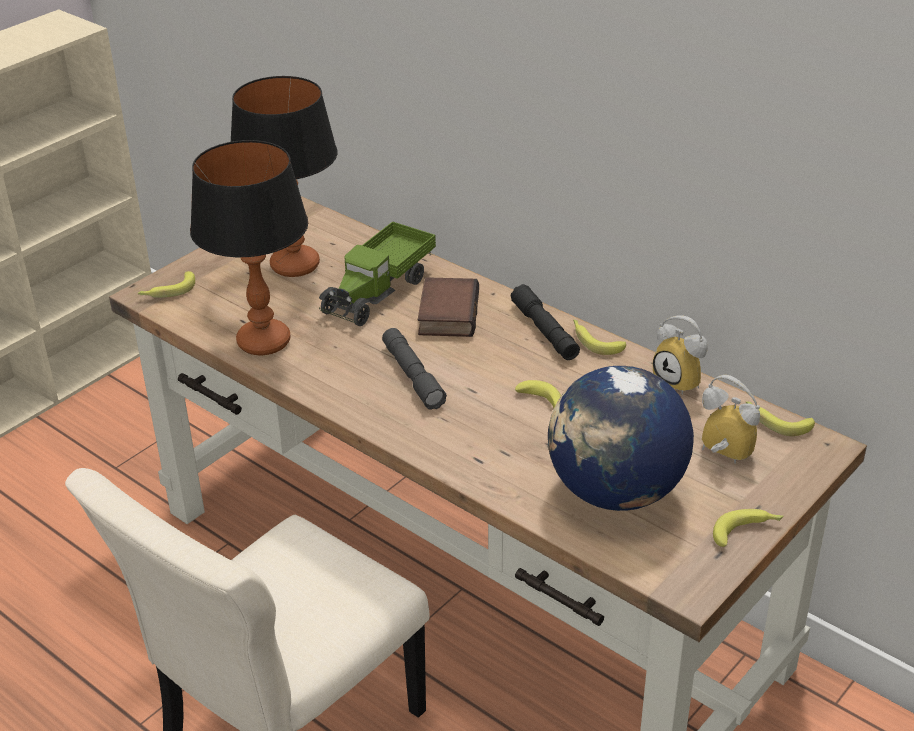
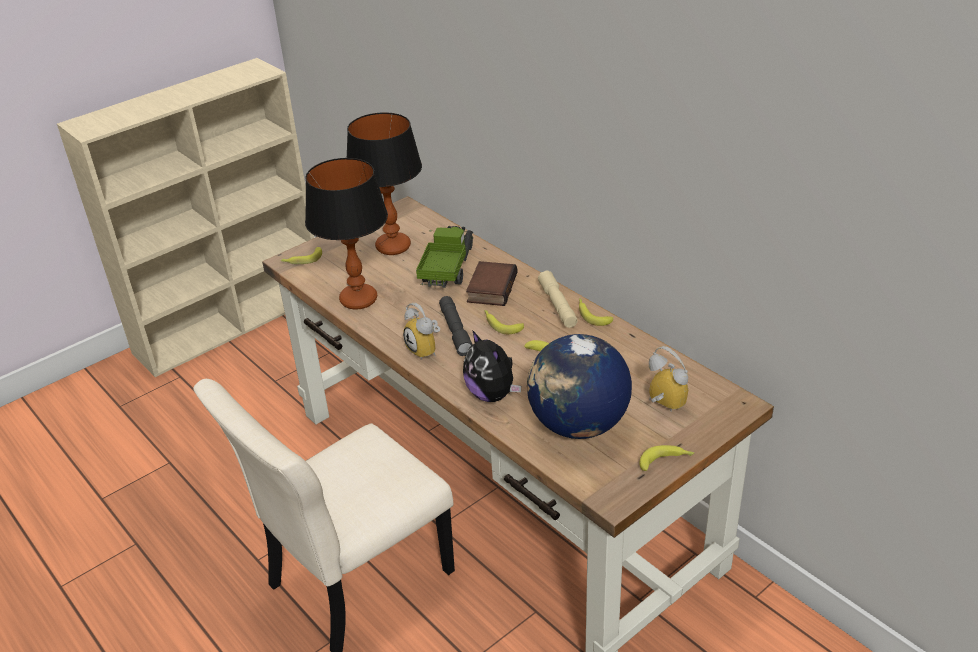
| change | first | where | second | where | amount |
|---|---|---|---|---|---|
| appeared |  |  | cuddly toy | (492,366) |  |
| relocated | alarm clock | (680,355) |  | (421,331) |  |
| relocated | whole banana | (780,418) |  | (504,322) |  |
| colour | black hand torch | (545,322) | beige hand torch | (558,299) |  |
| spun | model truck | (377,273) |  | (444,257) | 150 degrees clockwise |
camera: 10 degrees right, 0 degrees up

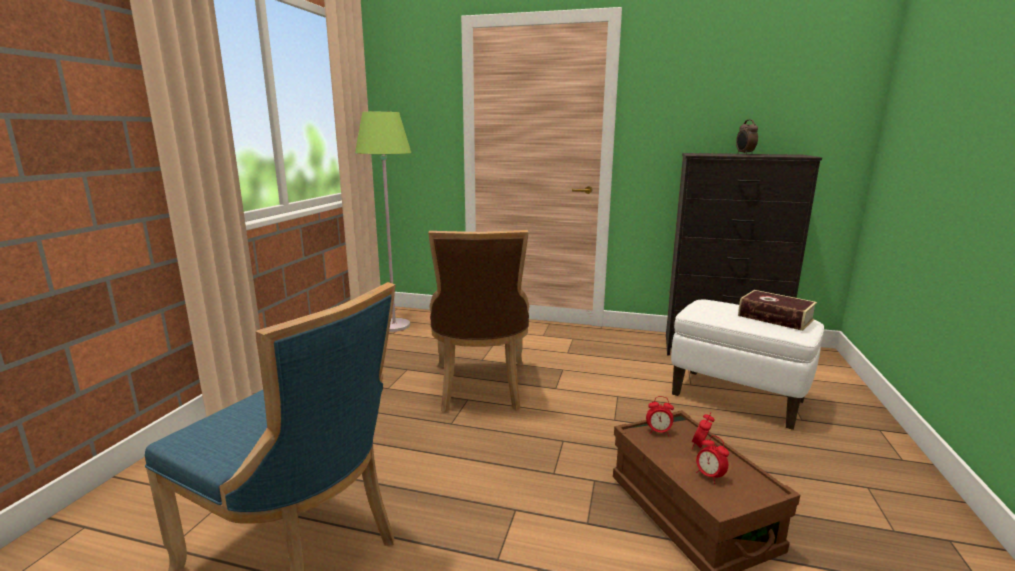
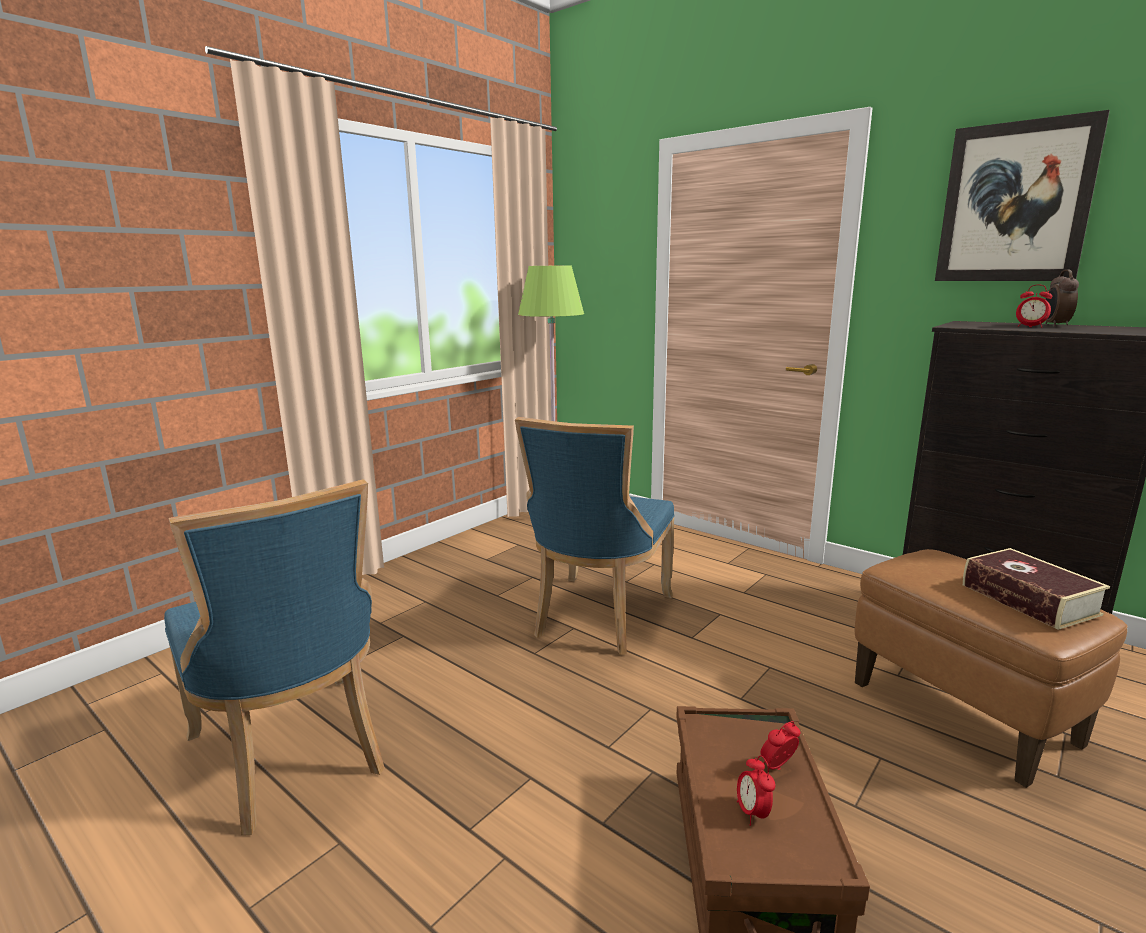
| change | first | where | second | where | amount |
|---|---|---|---|---|---|
| appeared |  |  | wall picture | (1022,195) |  |
| relocated | alarm clock | (660,416) |  | (1034,306) |  |
| colour | brown chair | (478,321) | bluish chair | (595,536) |  |
| colour | whitish ottoman | (747,365) | brown ottoman | (991,668) |  |
camera: 25 degrees right, 0 degrees up

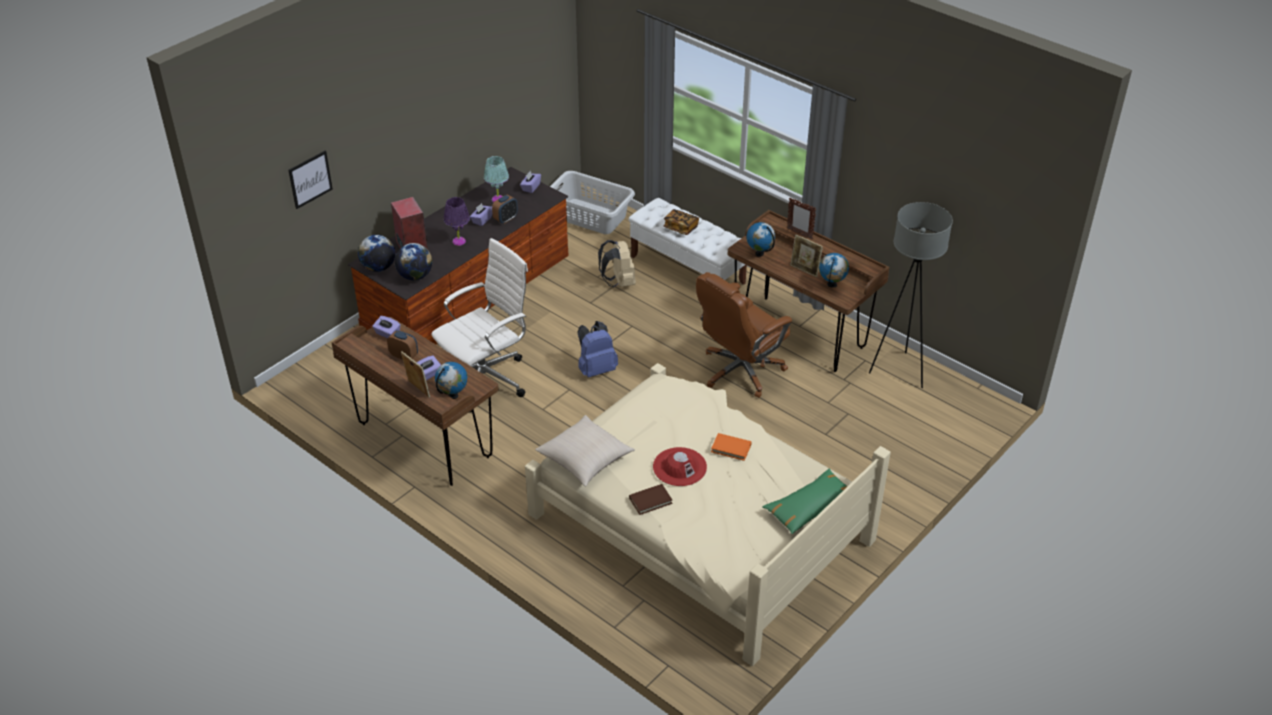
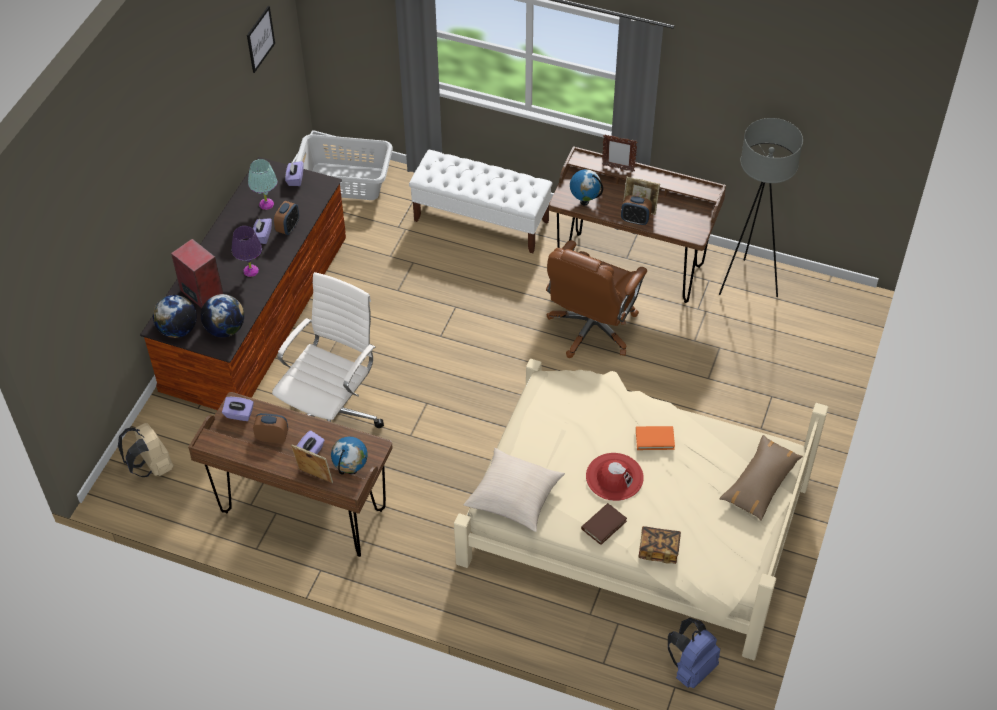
| change | first | where | second | where | amount |
|---|---|---|---|---|---|
| missing | desk globe | (834,270) |  |  |  |
| appeared |  |  | alarm clock | (636,210) |  |
| relocated | wall picture | (310,180) |  | (261,39) |  |
| relocated | bluish rucksack | (597,349) |  | (694,653) |  |
| relocated | beige rucksack | (617,263) |  | (146,450) |  |
| relocated | book | (681,222) |  | (659,545) |  |
| colour | greenish pillow | (804,501) | brown pillow | (761,478) |  |
camera: 20 degrees left, 10 degrees up

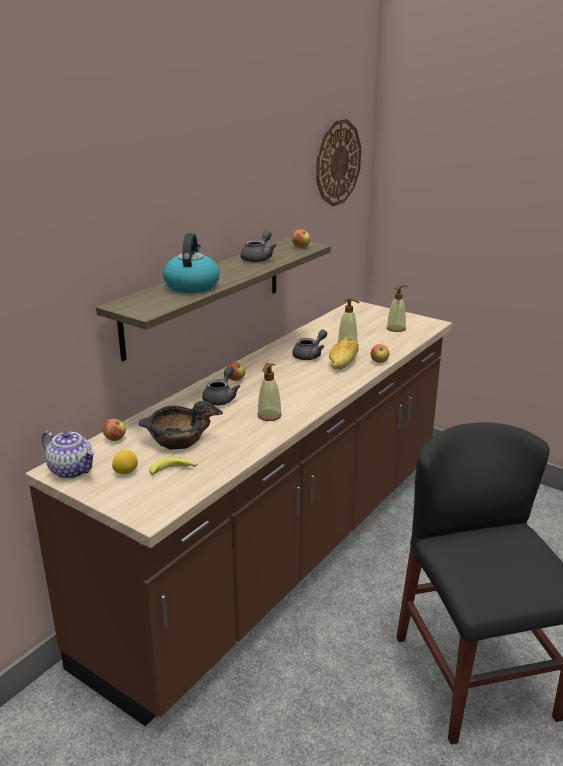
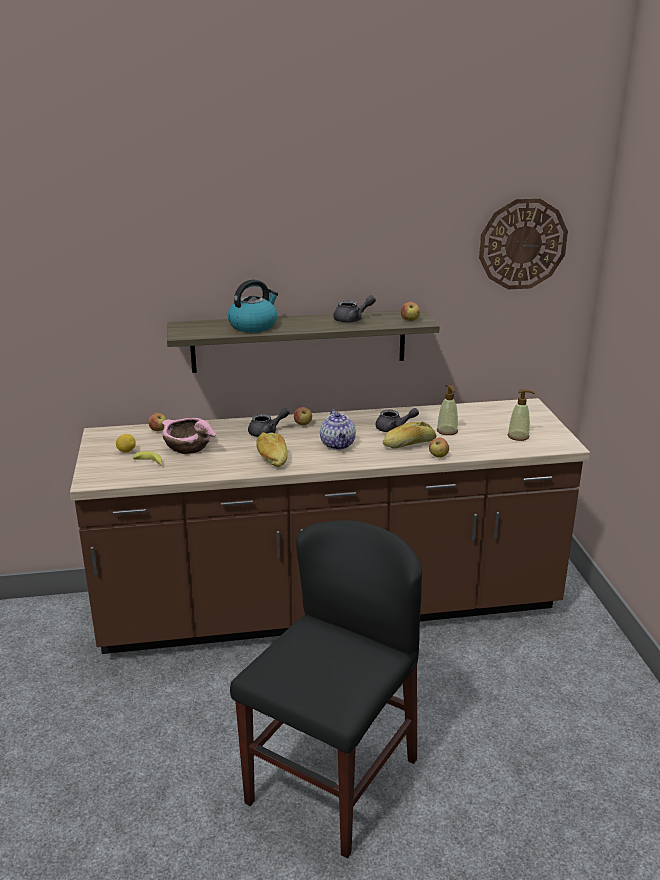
| change | first | where | second | where | amount |
|---|---|---|---|---|---|
| relocated | pot for tea | (68,455) |  | (338,429) |  |
| exchanged | soap dispenser | (269,392) | bread | (272,449) |  |
| colour | black bowl | (181,425) | pink bowl | (189,436) |  |
camera: 45 degrees right, 0 degrees up

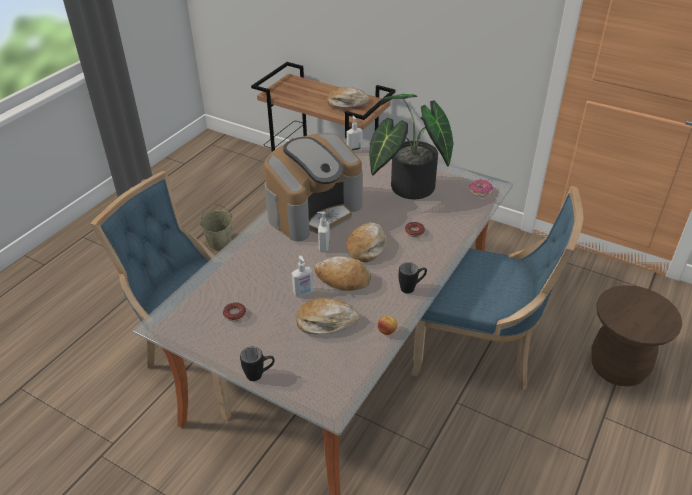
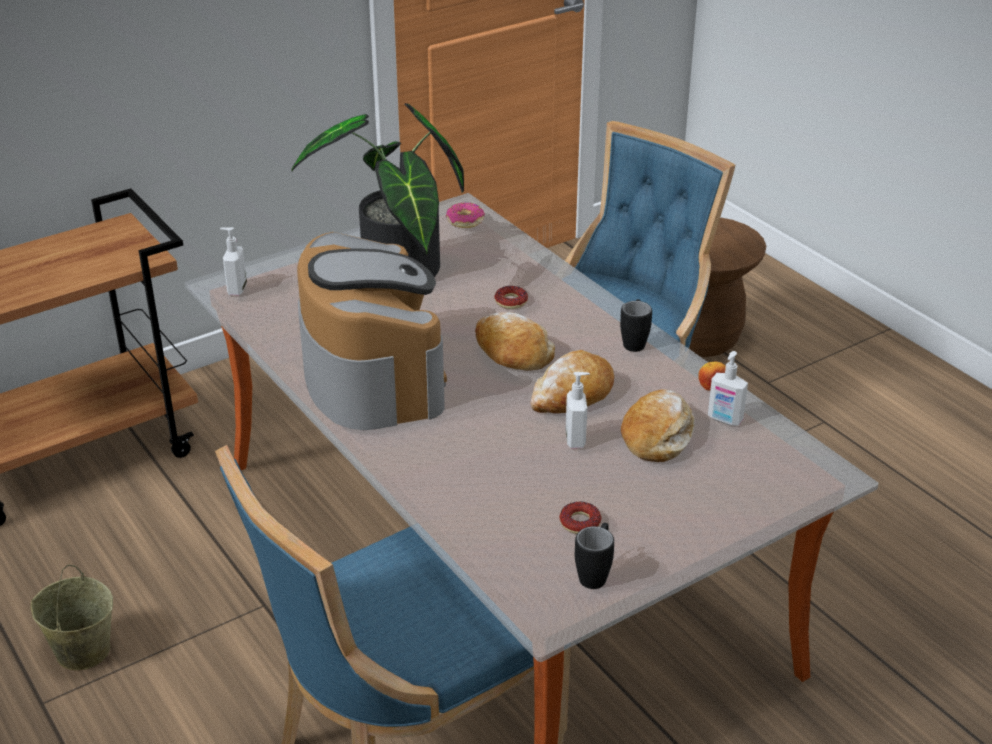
| change | first | where | second | where | amount |
|---|---|---|---|---|---|
| missing | bread | (348,97) |  |  |  |
| relocated | black tea mug | (257,364) |  | (594,556) |  |
| relocated | soap dispenser | (323,232) |  | (728,388) |  |
camera: 65 degrees left, 5 degrees down

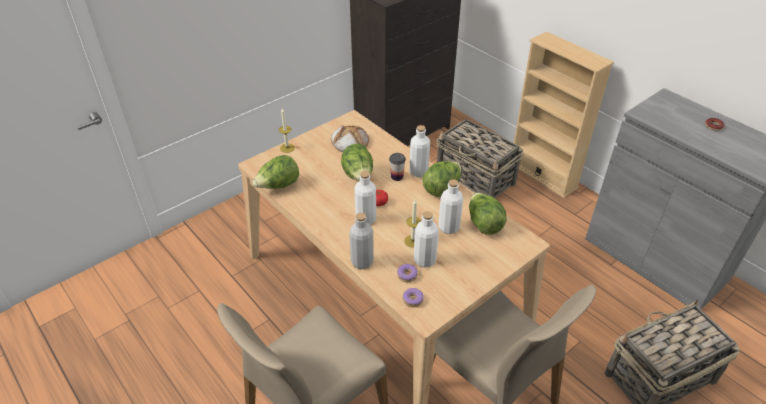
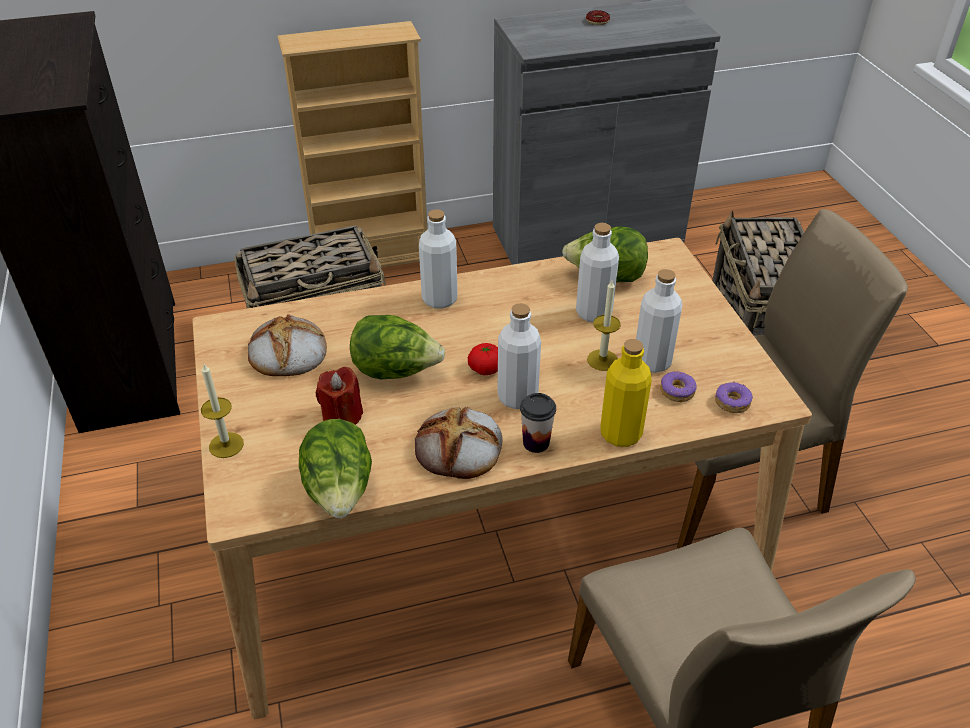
| change | first | where | second | where | amount |
|---|---|---|---|---|---|
| missing | head of lettuce | (442,179) |  |  |  |
| appeared |  |  | red-coloured wax light | (339,396) |  |
| appeared |  |  | bread | (458,443) |  |
| relocated | drinking cup | (397,167) |  | (538,423) |  |
| colour | gray beverage bottle | (361,241) | yellowish beverage bottle | (626,393) |  |
camera: 65 degrees left, 0 degrees up

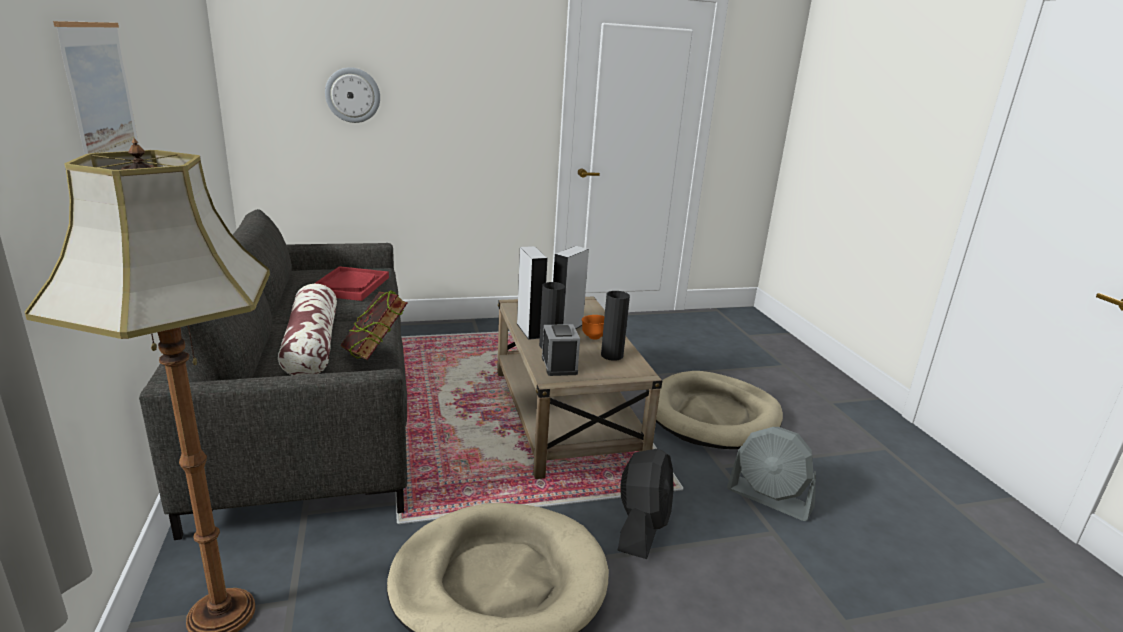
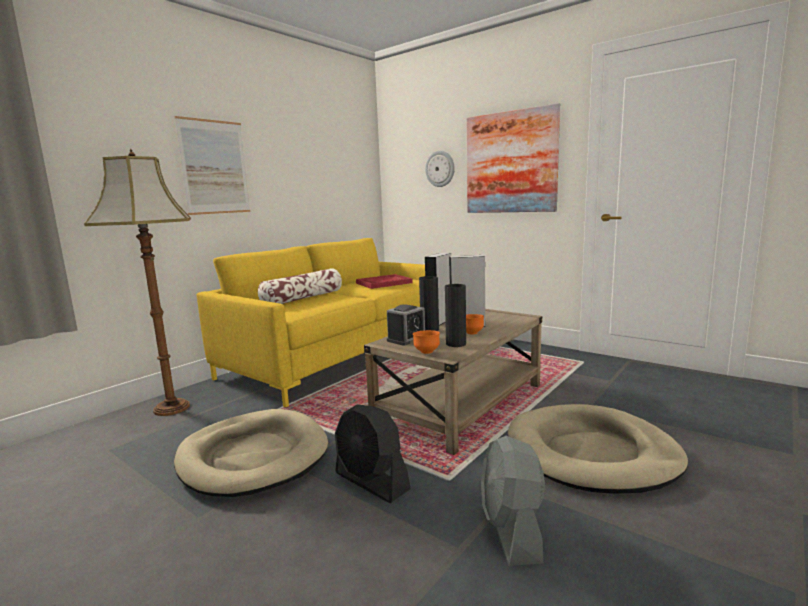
| change | first | where | second | where | amount |
|---|---|---|---|---|---|
| missing | book | (374,325) |  |  |  |
| appeared |  |  | orange-coloured bowl | (426,342) |  |
| appeared |  |  | wall picture | (513,158) |  |
| colour | gray settee | (273,374) | yellowish settee | (311,322) |  |
| spun | black electric fan | (646,504) |  | (373,453) | 60 degrees clockwise |
camera: 55 degrees right, 10 degrees down

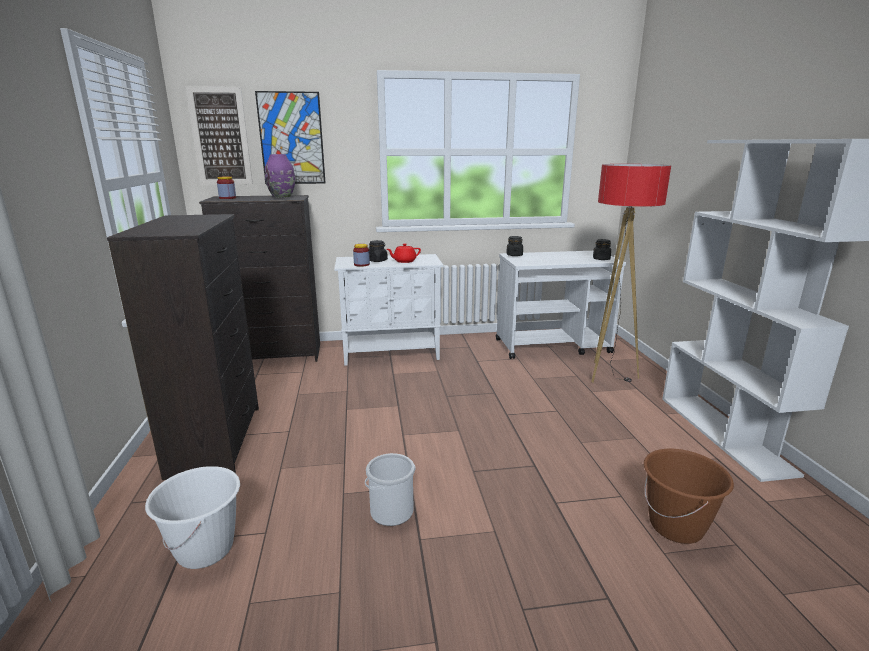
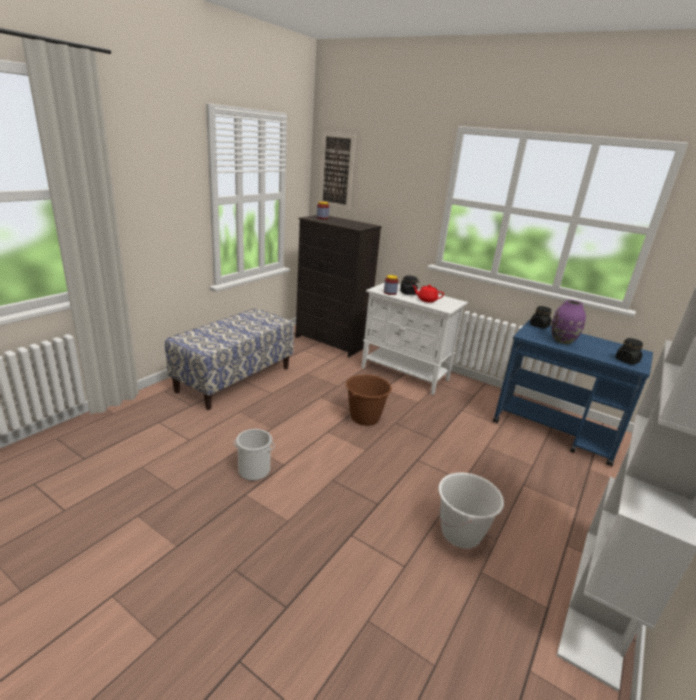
| change | first | where | second | where | amount |
|---|---|---|---|---|---|
| missing | wall picture | (290,137) |  |  |  |
| missing | standard lamp | (631,273) |  |  |  |
| relocated | whitish water bucket | (192,517) |  | (471,511) |  |
| relocated | purple-coloured flower vase | (280,176) |  | (568,322) |  |
| relocated | brown water bucket | (689,496) |  | (368,400) |  |
| exchanged | black drawer chest | (183,347) | bench | (229,359) |  |
| colour | whitish wheeled cart | (561,305) | bluish wheeled cart | (573,393) |  |
camera: 40 degrees right, 5 degrees up

